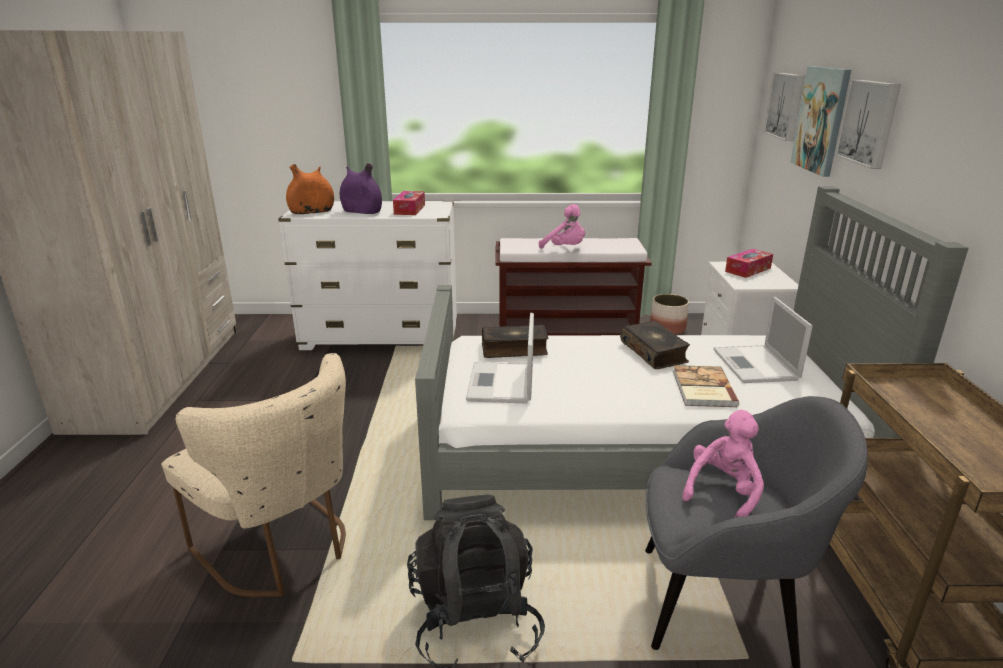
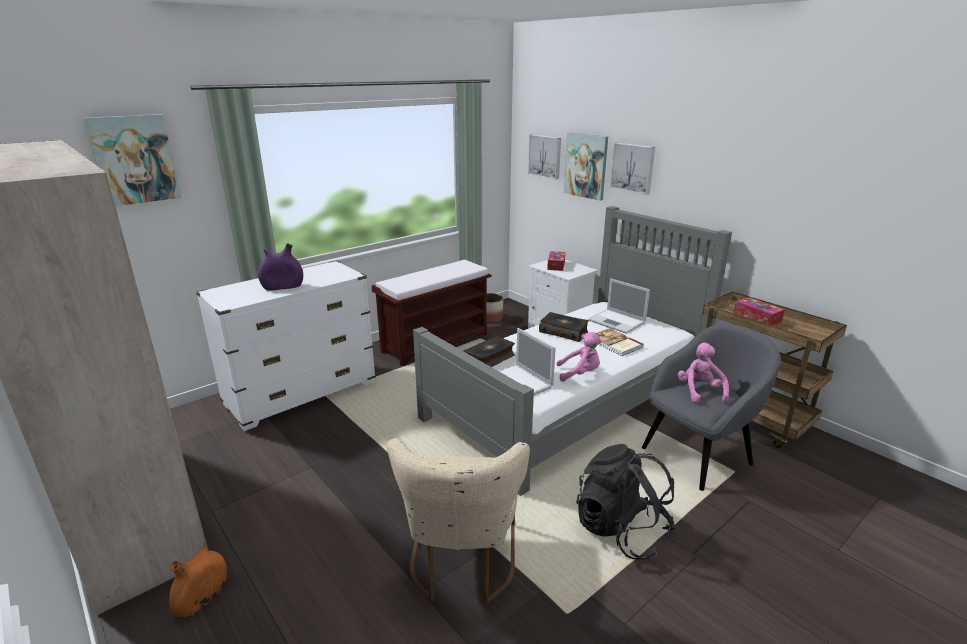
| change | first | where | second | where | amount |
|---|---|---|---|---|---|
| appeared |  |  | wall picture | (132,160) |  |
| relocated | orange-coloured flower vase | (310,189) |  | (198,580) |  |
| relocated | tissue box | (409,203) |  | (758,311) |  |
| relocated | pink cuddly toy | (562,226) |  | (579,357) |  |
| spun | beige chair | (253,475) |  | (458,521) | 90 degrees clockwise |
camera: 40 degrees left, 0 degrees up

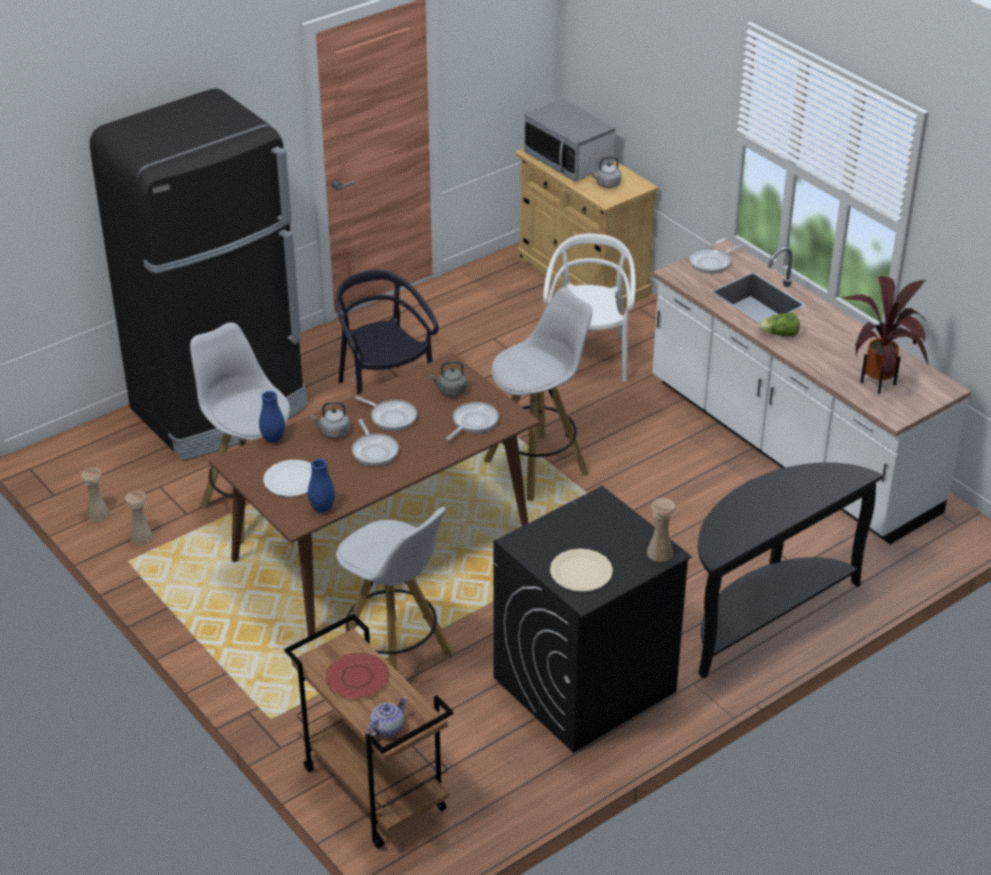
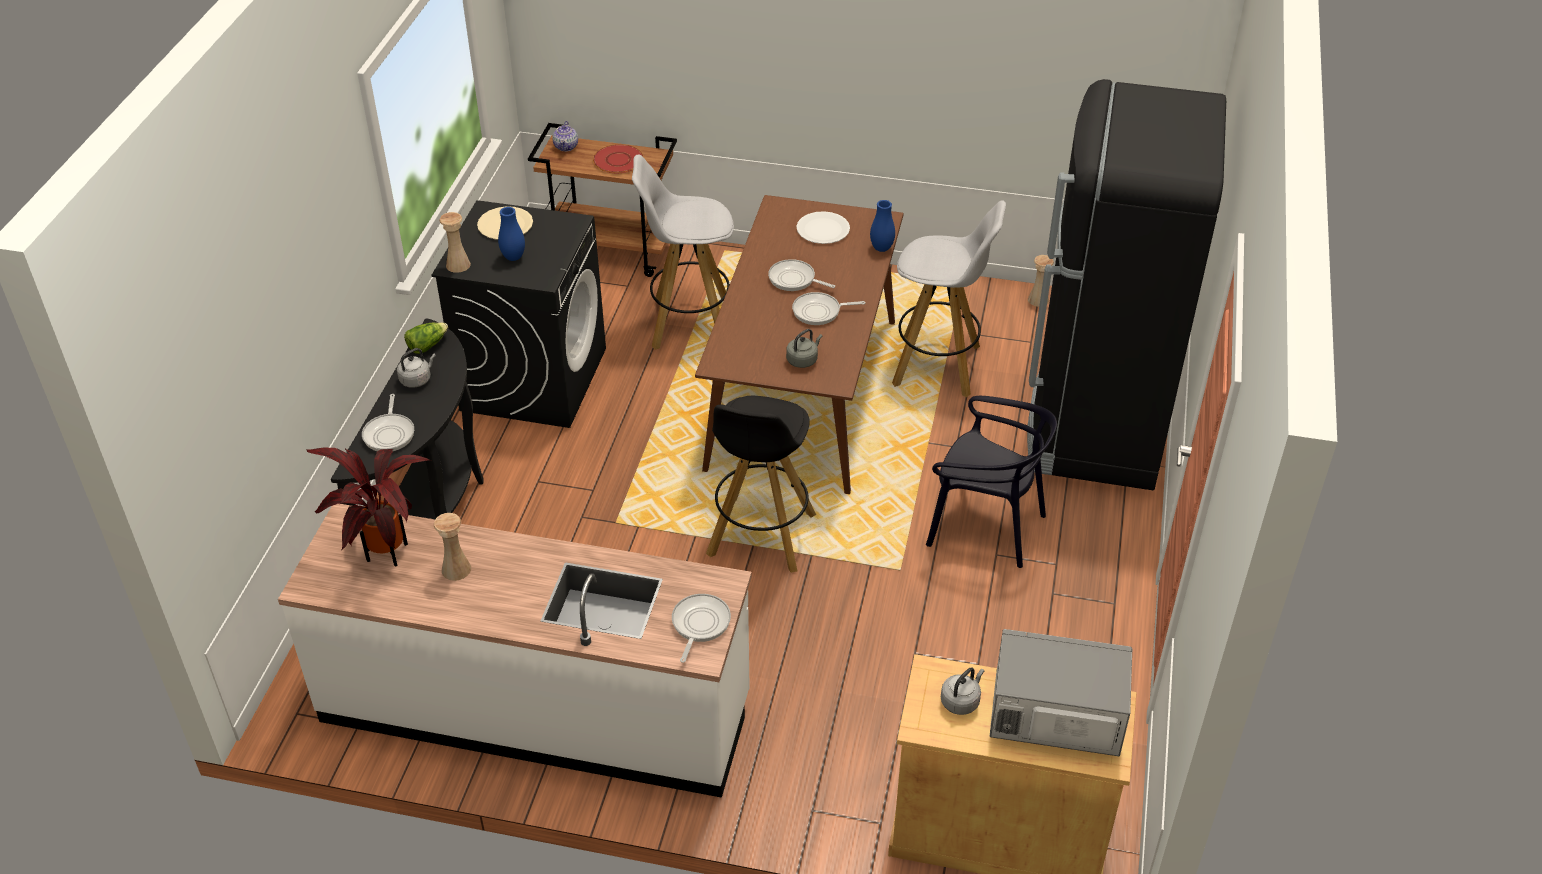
| change | first | where | second | where | amount |
|---|---|---|---|---|---|
| missing | whitish chair | (589,308) |  |  |  |
| relocated | beige flower vase | (139,518) |  | (452,547) |  |
| relocated | bluish flower vase | (321,485) |  | (511,234) |  |
| relocated | gray tea kettle | (330,420) |  | (416,368) |  |
| relocated | frying pan | (472,421) |  | (388,422) |  |
| relocated | head of lettuce | (778,324) |  | (426,338) |  |
| colour | whitish stool | (538,394) | black stool | (761,484) |  |
camera: 140 degrees right, 5 degrees up

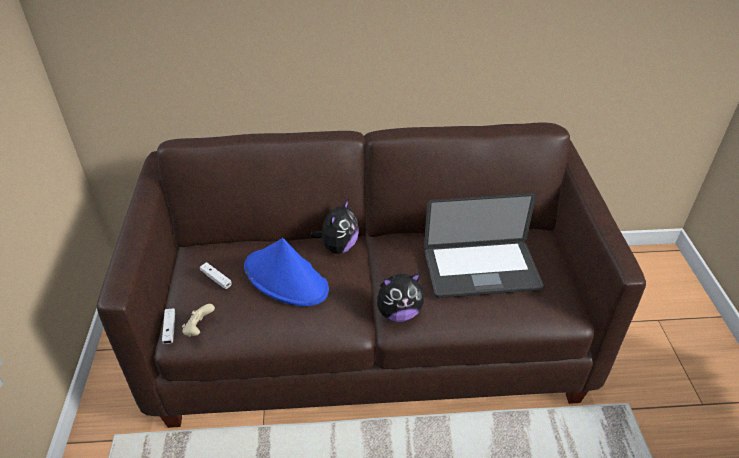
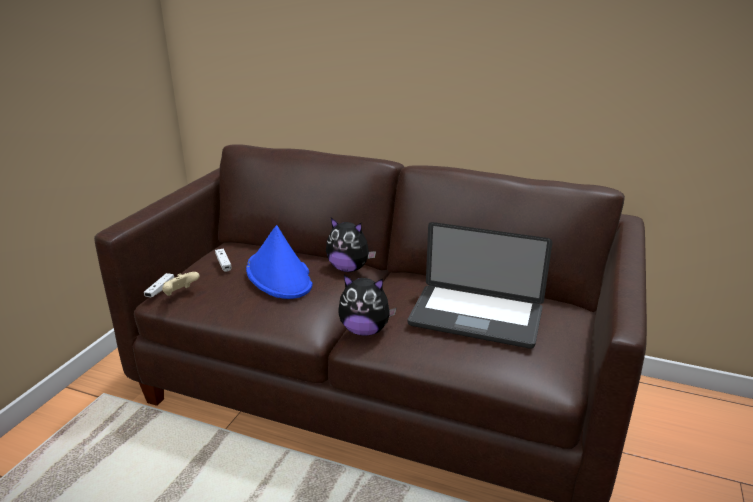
| change | first | where | second | where | amount |
|---|---|---|---|---|---|
| spun | cuddly toy | (334,226) |  | (351,245) | 60 degrees clockwise |
camera: 25 degrees right, 15 degrees down

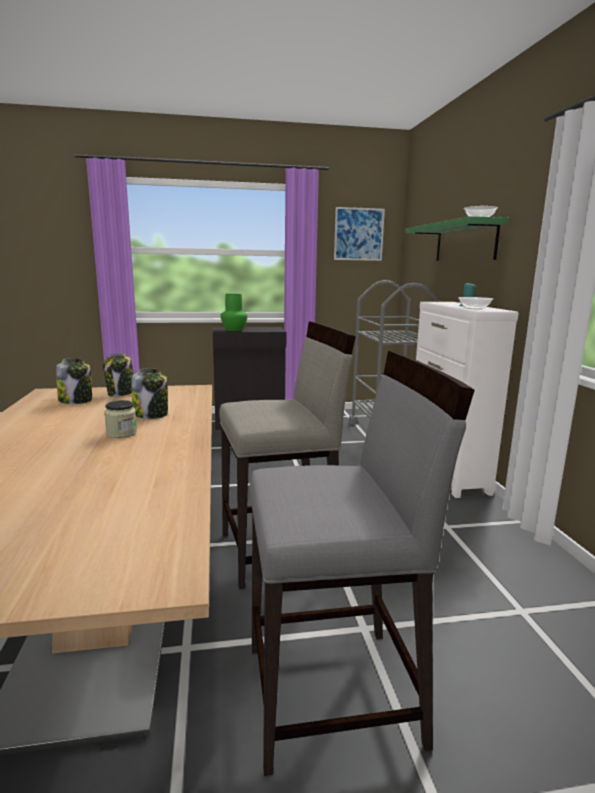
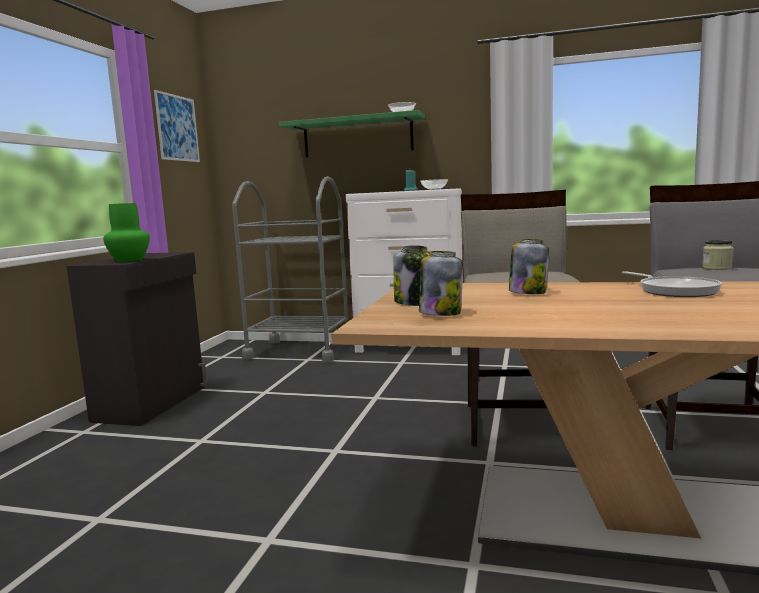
| change | first | where | second | where | amount |
|---|---|---|---|---|---|
| appeared |  |  | frying pan | (672,284) |  |
| relocated | storage jar | (120,419) |  | (717,255) |  |
camera: 65 degrees left, 5 degrees down

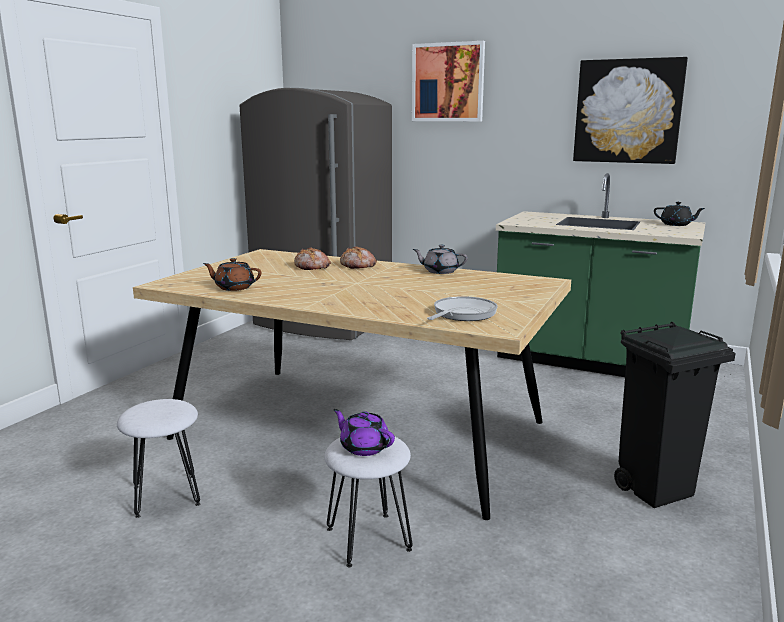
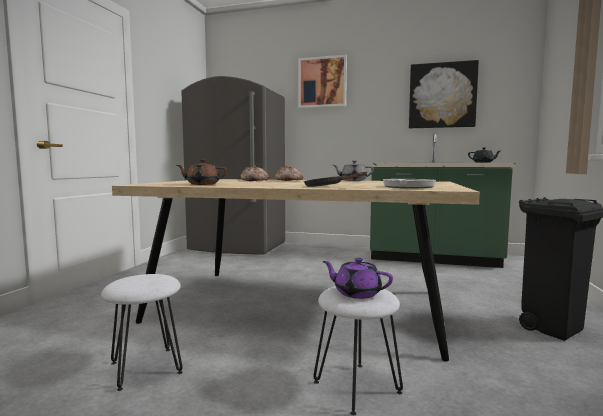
| change | first | where | second | where | amount |
|---|---|---|---|---|---|
| appeared |  |  | black frying pan | (336,179) |  |
camera: 10 degrees left, 10 degrees down

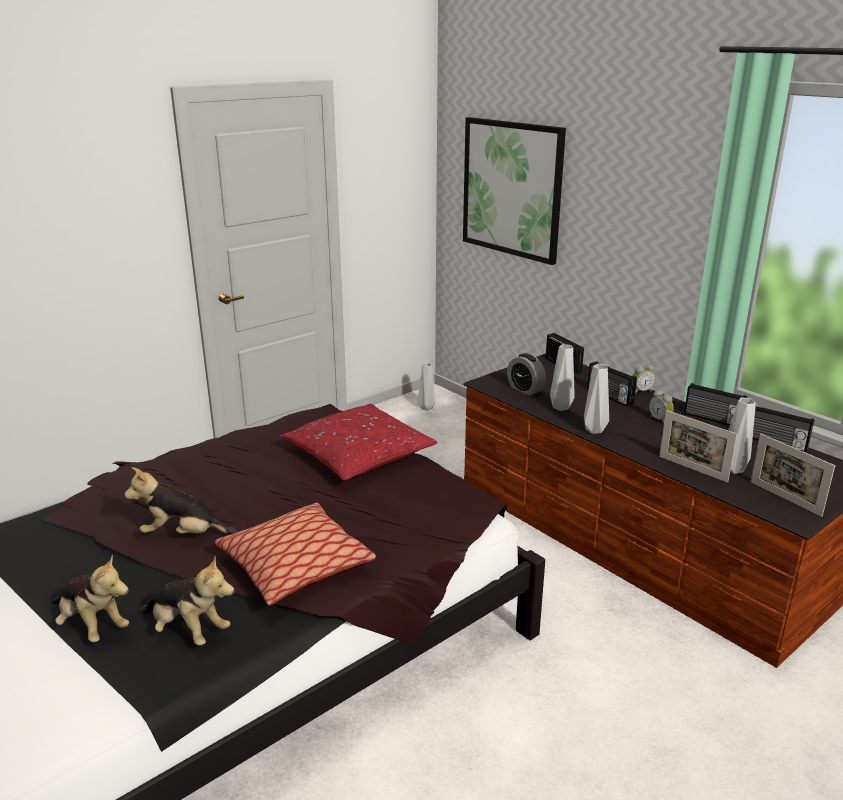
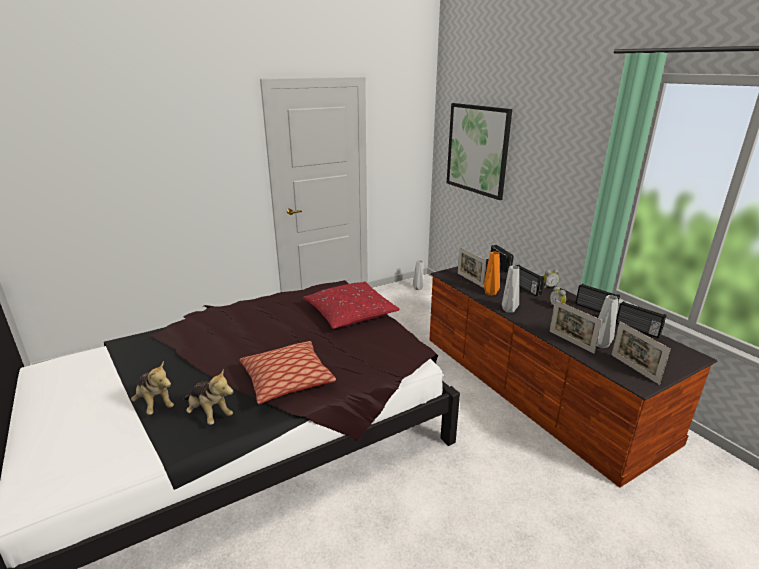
| change | first | where | second | where | amount |
|---|---|---|---|---|---|
| missing | cuddly toy | (181,500) |  |  |  |
| exchanged | alarm clock | (526,374) | picture frame | (472,267) |  |
| colour | gray flower vase | (562,377) | orange-coloured flower vase | (492,273) |  |
camera: 10 degrees right, 0 degrees up

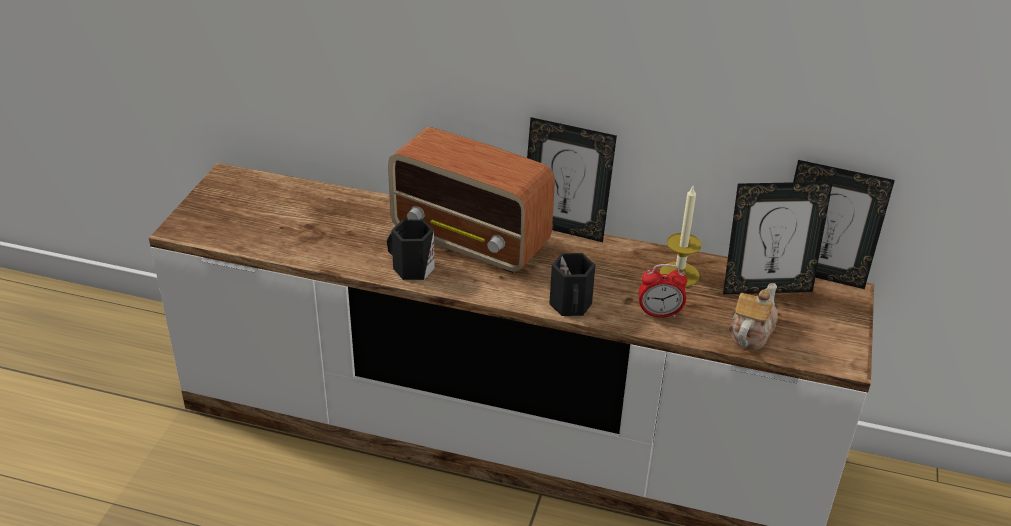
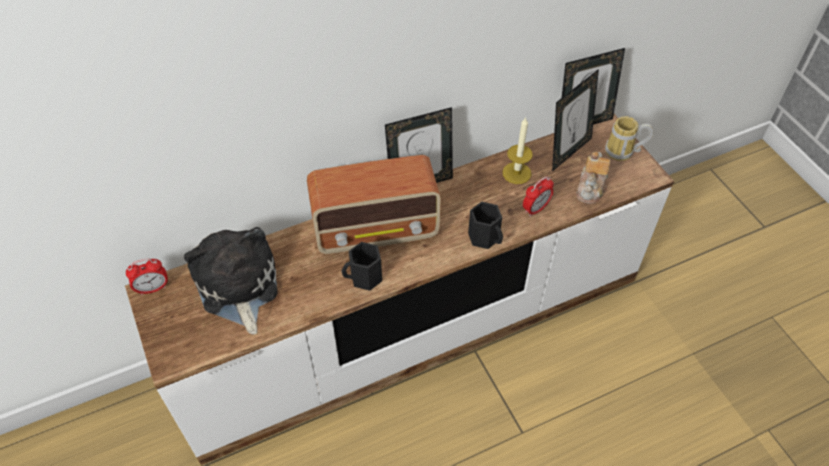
| change | first | where | second | where | amount |
|---|---|---|---|---|---|
| appeared |  |  | alarm clock | (147,277) |  |
| appeared |  |  | cuddly toy | (231,280) |  |
| appeared |  |  | tea mug | (629,138) |  |
| spun | pot for tea | (753,316) |  | (593,178) | 150 degrees counterclockwise |
camera: 40 degrees left, 15 degrees up

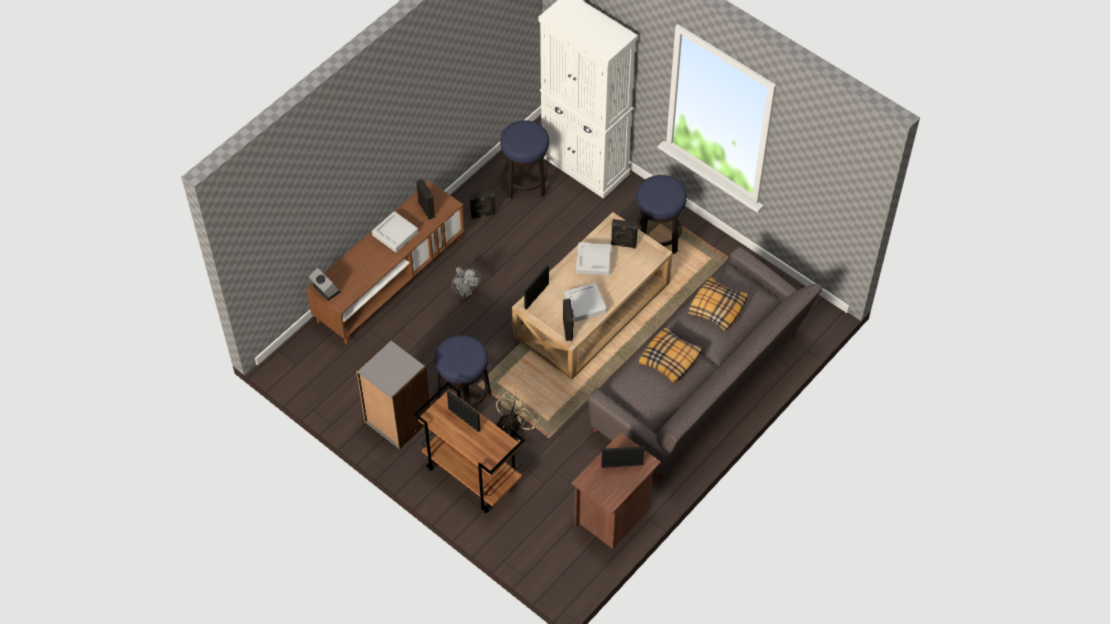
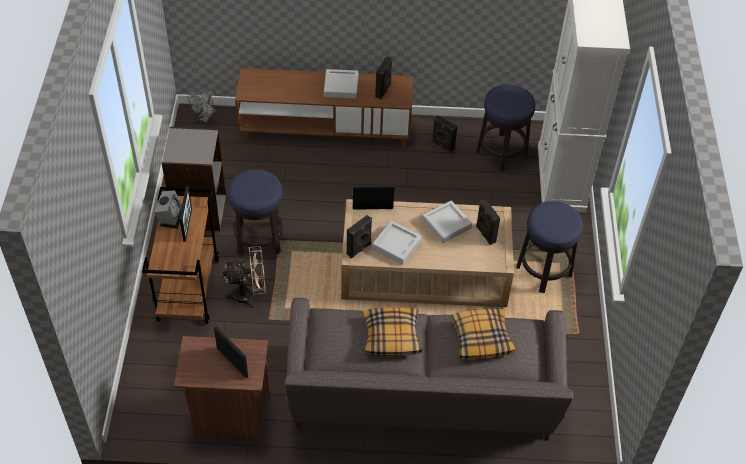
| change | first | where | second | where | amount |
|---|---|---|---|---|---|
| relocated | alarm clock | (325,284) |  | (168,209) |  |
| relocated | gray electric fan | (466,282) |  | (202,105) |  |
camera: 50 degrees right, 5 degrees down

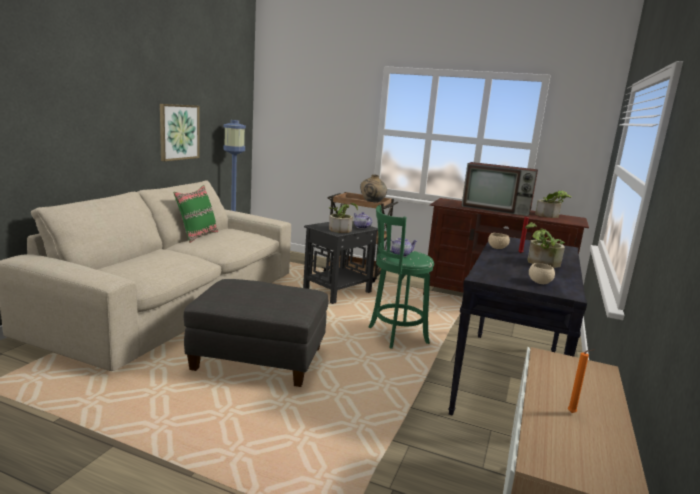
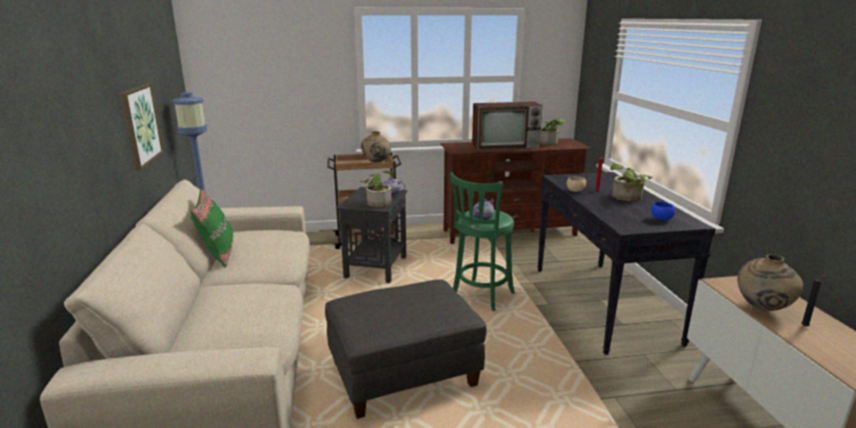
| change | first | where | second | where | amount |
|---|---|---|---|---|---|
| appeared |  |  | beige flower vase | (770,282) |  |
| colour | beige bowl | (542,273) | bluish bowl | (663,211) |  |
| colour | orange-coloured wax light | (581,381) | black wax light | (813,301) |  |
camera: 30 degrees left, 5 degrees up

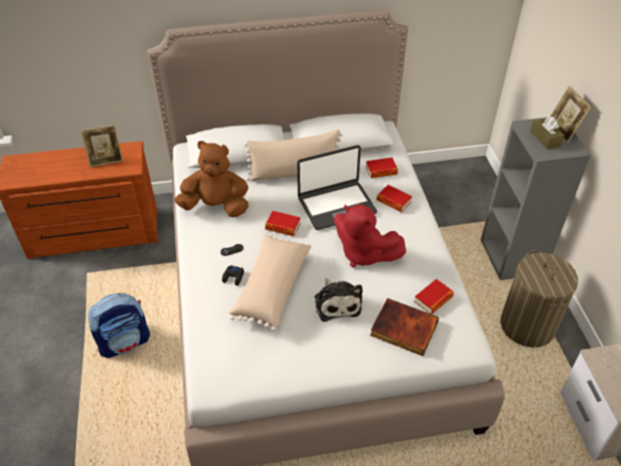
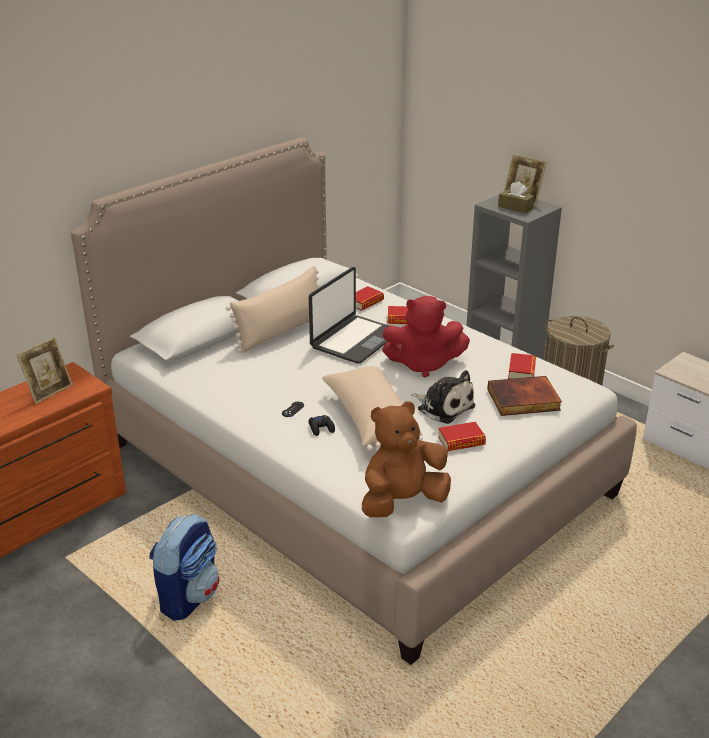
| change | first | where | second | where | amount |
|---|---|---|---|---|---|
| relocated | brown cuddly toy | (212,179) |  | (406,459) |  |
| relocated | book | (282,223) |  | (462,436) |  |
camera: 35 degrees left, 15 degrees down

